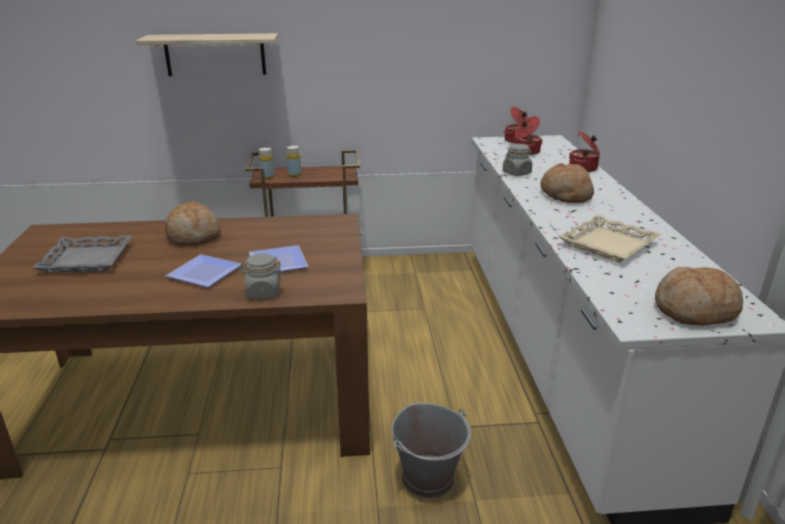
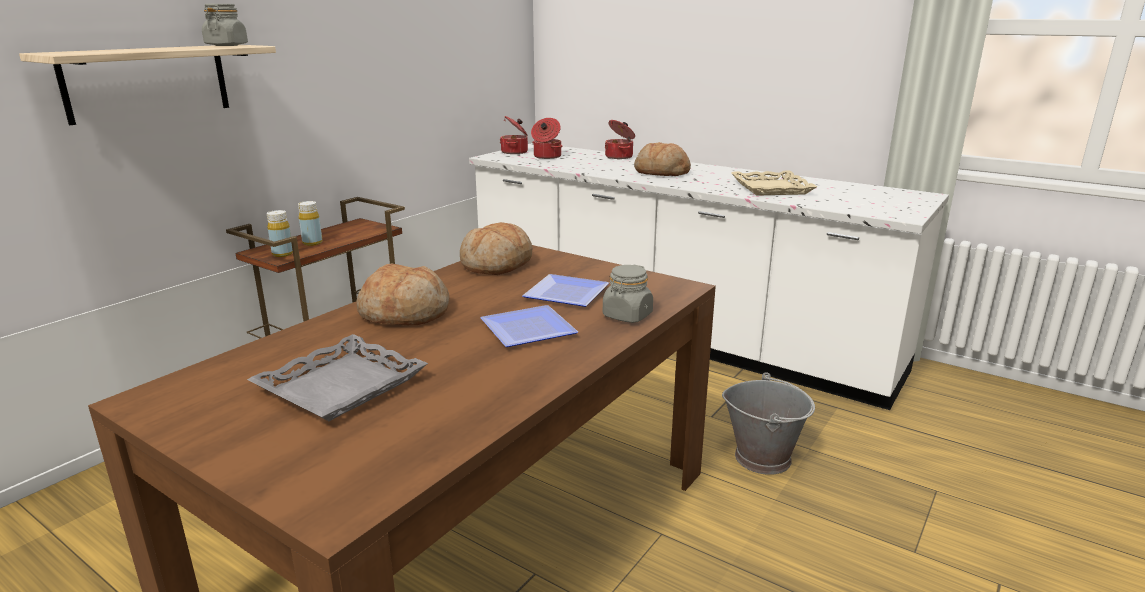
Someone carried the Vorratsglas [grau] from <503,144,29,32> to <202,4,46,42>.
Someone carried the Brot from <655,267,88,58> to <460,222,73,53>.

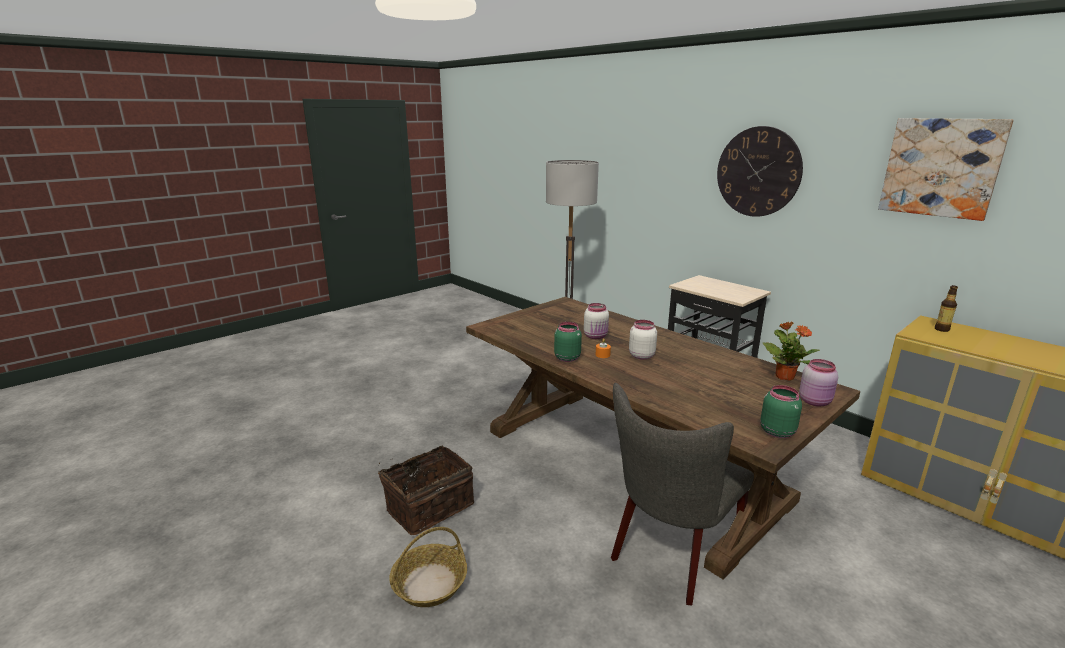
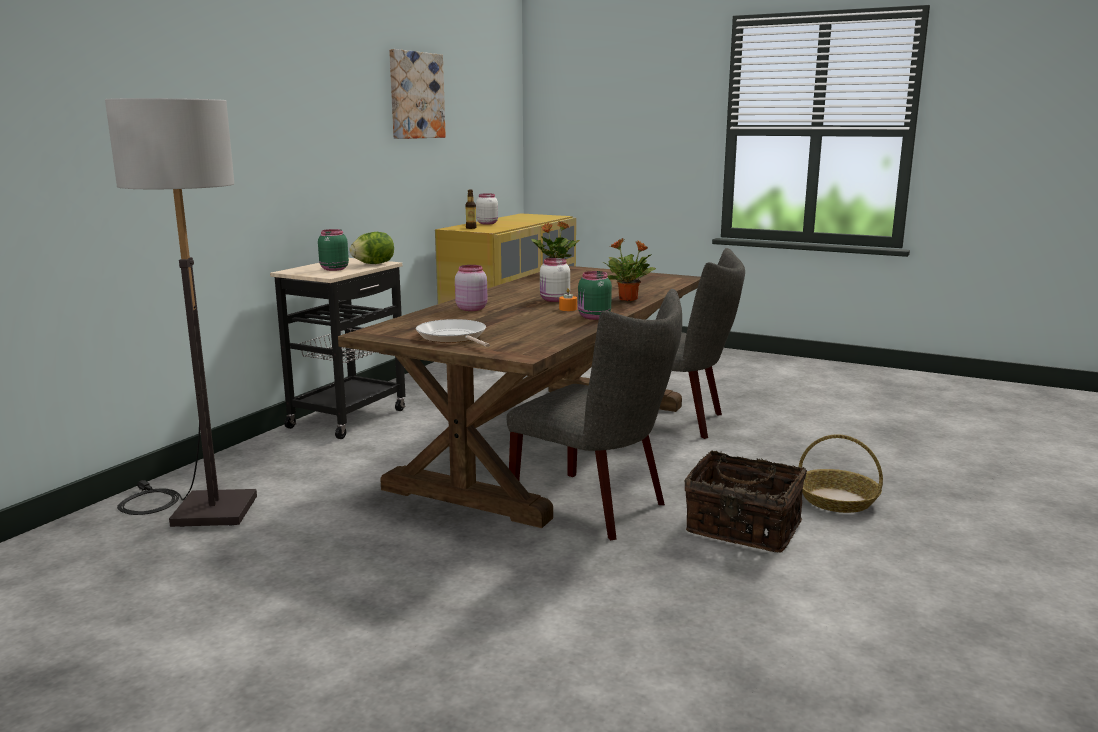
Someone took away the Wanduhr at <717,126,86,91>.
Someone put down the Salatkopf at <349,232,45,32>.
Someone put down the Pfanne at <416,319,74,28>.
Someone put down the Stuhl [grau] at <507,289,175,251>.
Someone put down the Topfpflanze at <603,238,53,63>.
Someone carried the Vorratsglas [weiß] from <584,303,25,36> to <476,194,22,30>.
Someone carried the Vorratsglas [grün] from <760,385,42,53> to <318,229,31,42>.
Someone carried the Vorratsglas [rosa] from <799,359,39,48> to <455,265,32,46>.

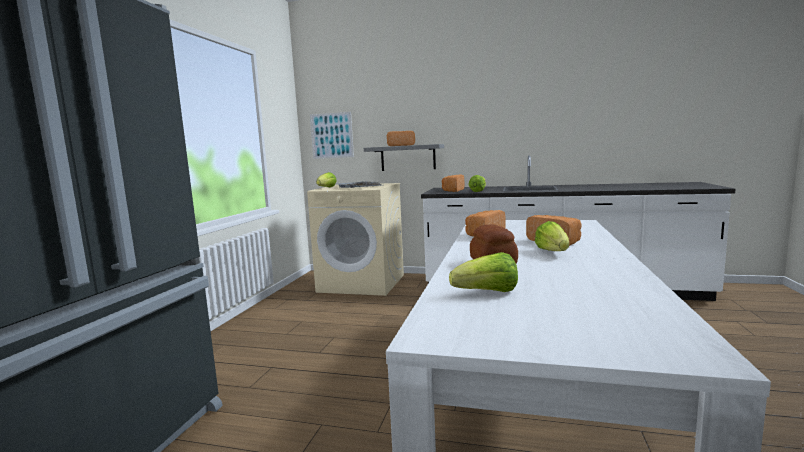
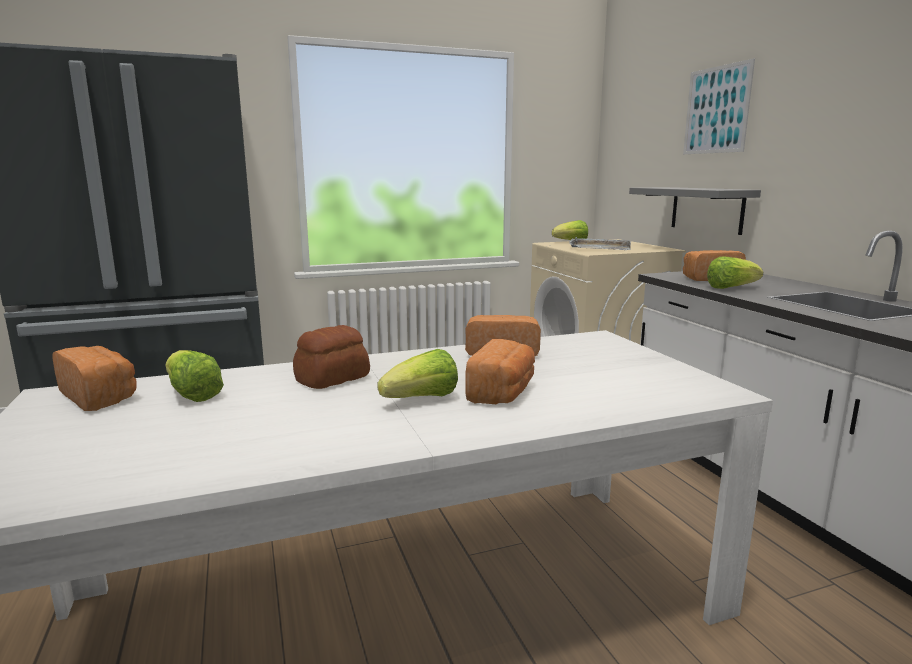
Someone carried the Bild from <310,112,44,47> to <683,58,72,96>.
Someone carried the Brot from <387,131,28,15> to <52,346,85,65>.

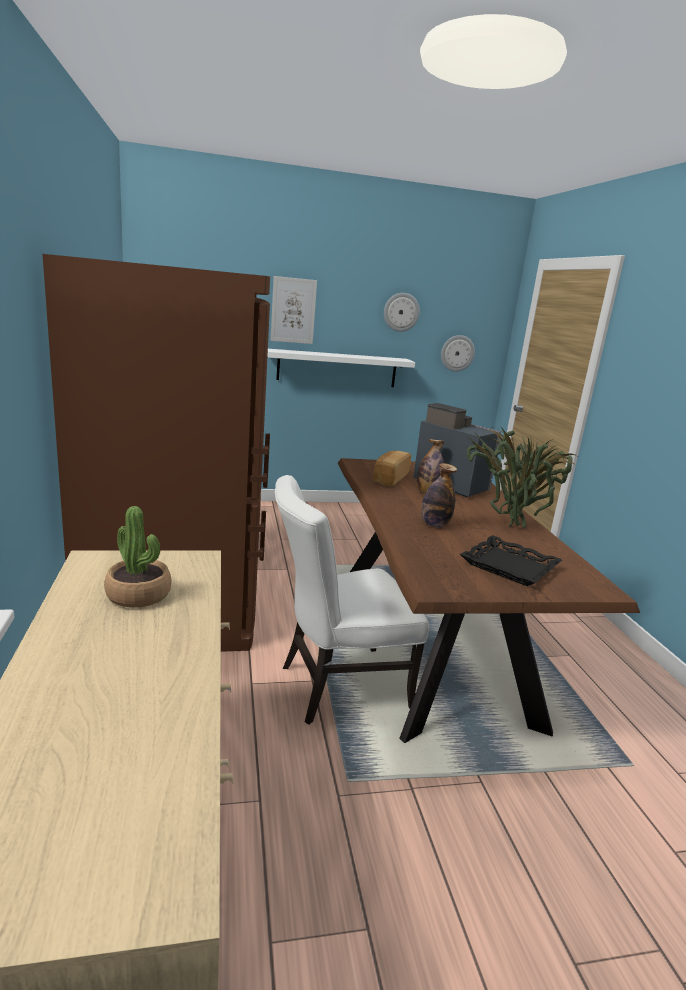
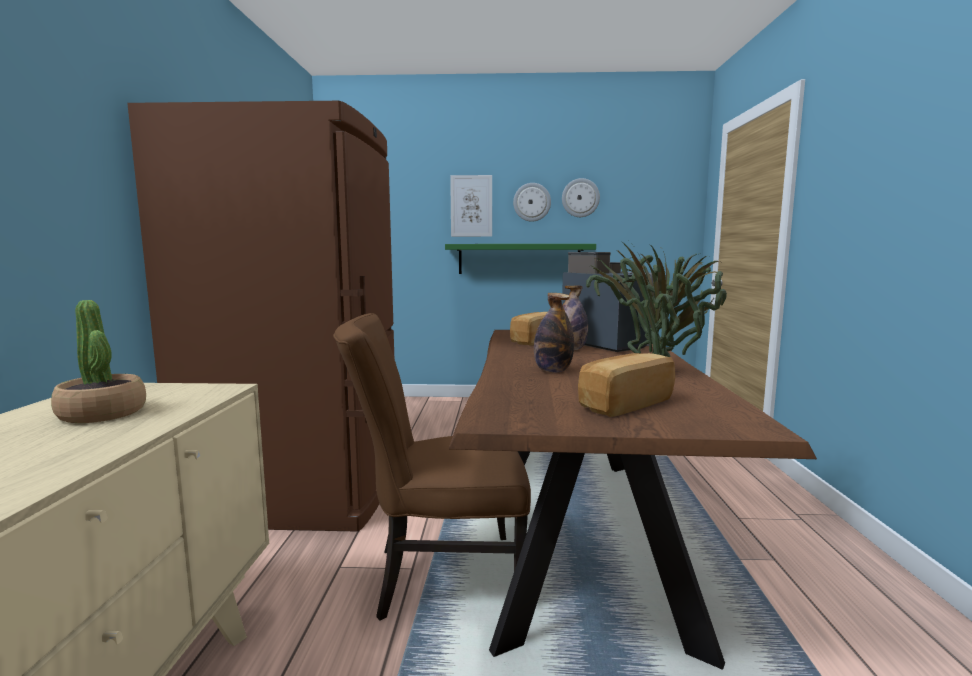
Someone carried the Wanduhr from <441,335,34,37> to <513,183,38,39>.
Someone swapped the Tablett [schwarz] at <460,535,102,51> for the Brot at <578,353,97,64>.
Someone repainted the Wandregal [weiß] at <268,349,147,38>, which became the Wandregal [grün] at <445,244,151,30>.
Someone repainted the Stuhl [weiß] at <275,475,154,250>, which became the Stuhl [braun] at <333,313,198,308>.

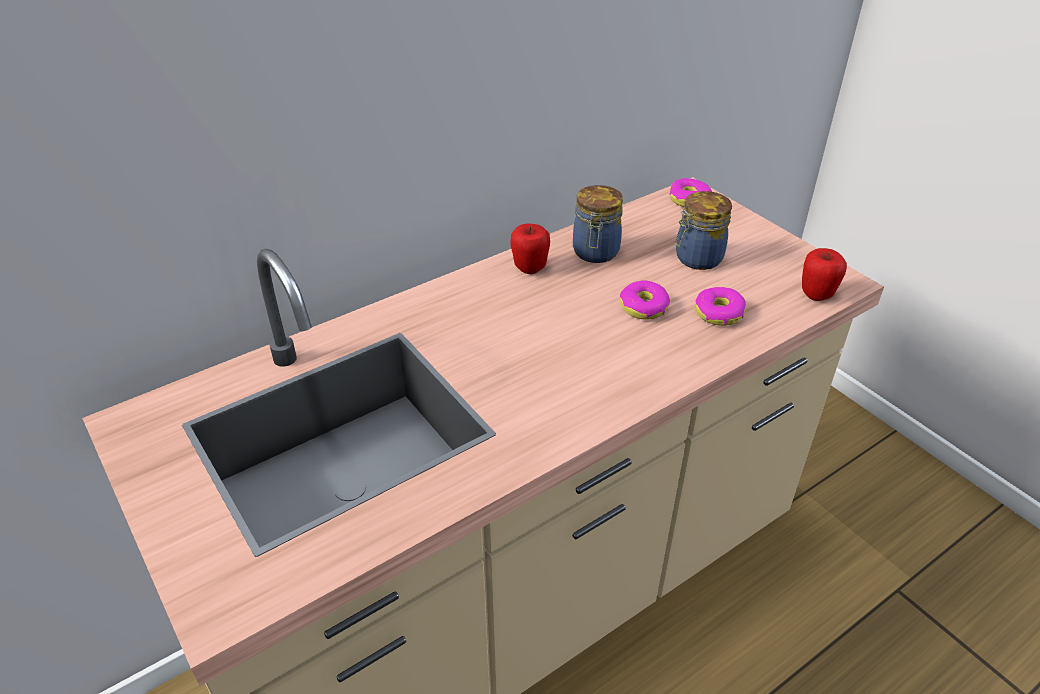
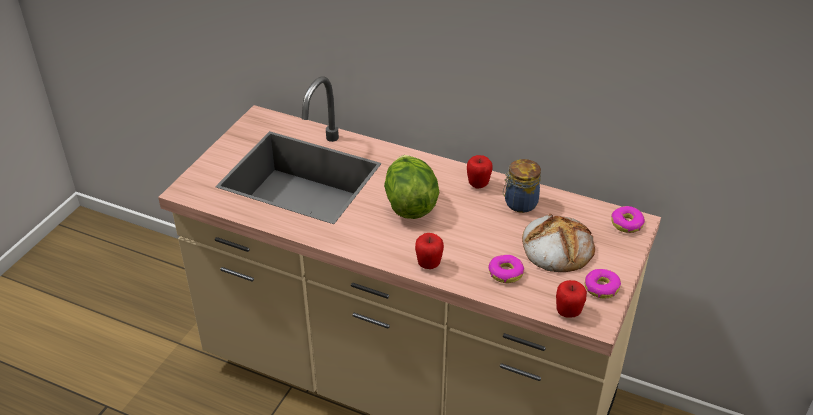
Someone put down the Salatkopf at <384,155,55,64>.
Someone put down the Apfel at <415,233,29,36>.
Someone carried the Donut from <620,280,50,40> to <584,269,37,30>.
Someone swapped the Vorratsglas at <675,191,57,79> for the Brot at <522,213,73,59>.

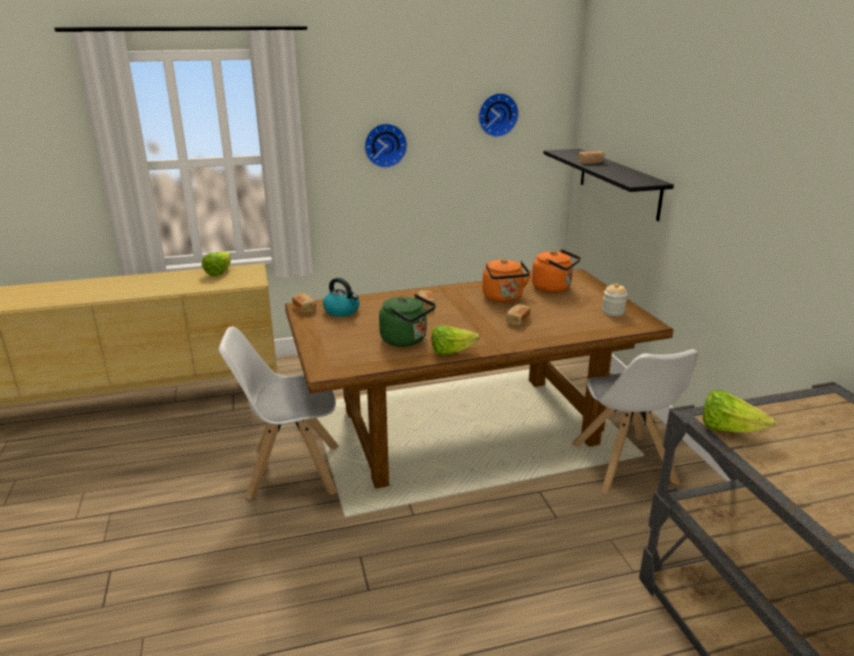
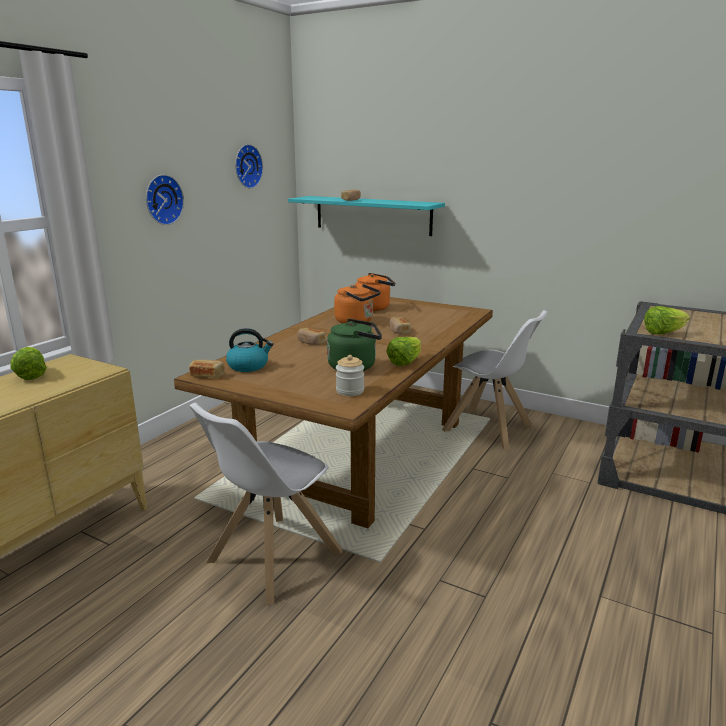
Someone carried the Vorratsglas from <602,283,26,33> to <336,355,28,41>.
Someone repainted the Wandregal [schwarz] at <543,149,131,72>, which became the Wandregal [türkis] at <288,196,157,40>.

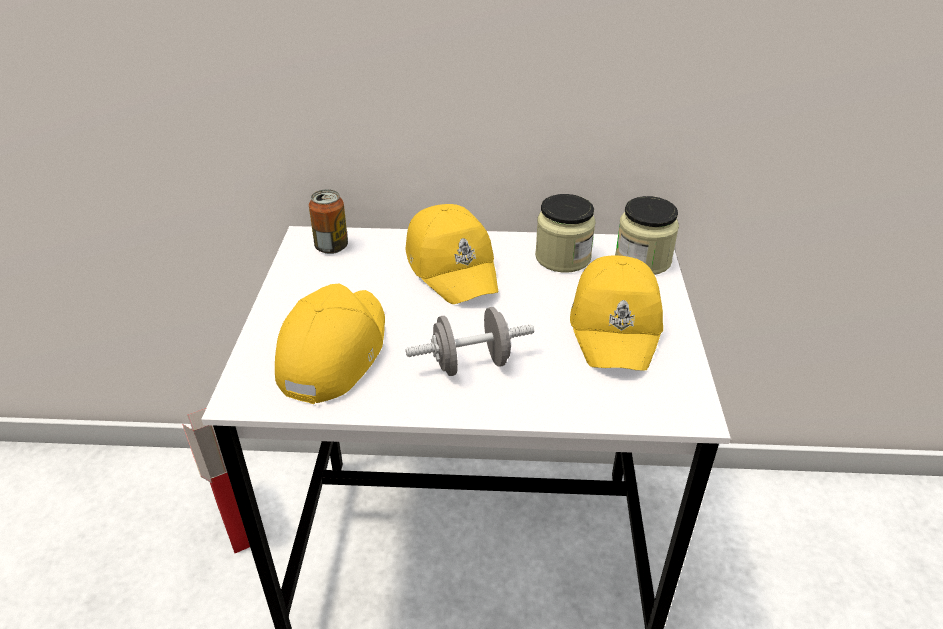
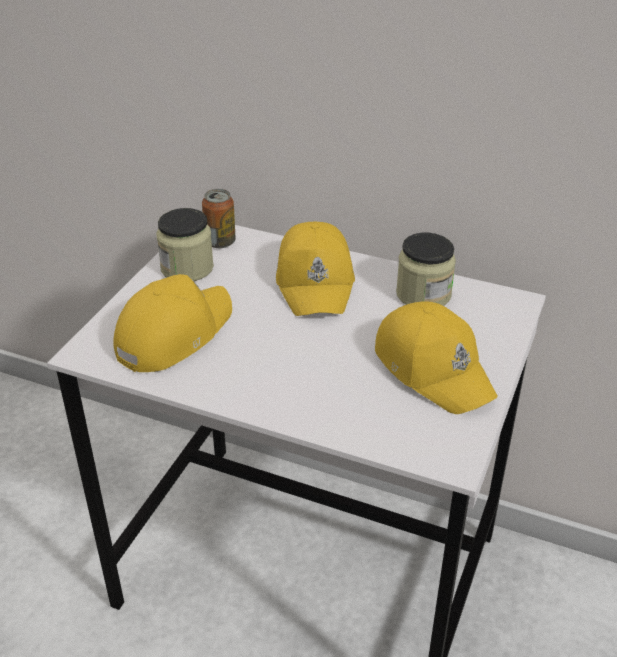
Someone took away the Karton at <182,408,68,145>.
Someone took away the Hantel [grau] at <406,307,128,69>.
Someone carried the Vorratsglas from <615,196,64,79> to <156,208,58,73>.
Someone rotated the Kappe [gelb] at <570,255,93,116> by 60 degrees counterclockwise.

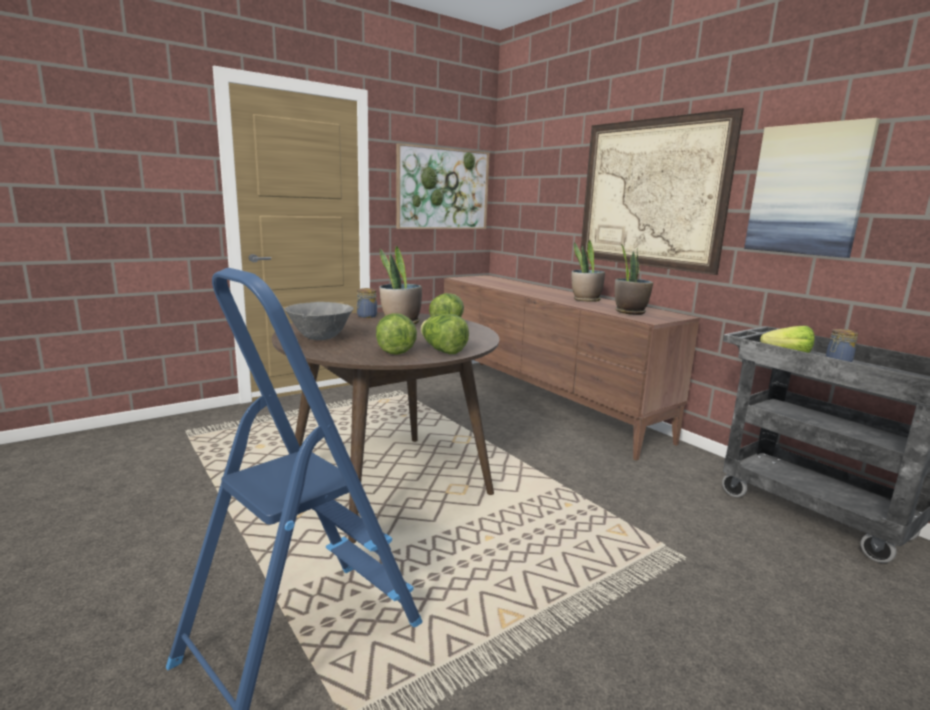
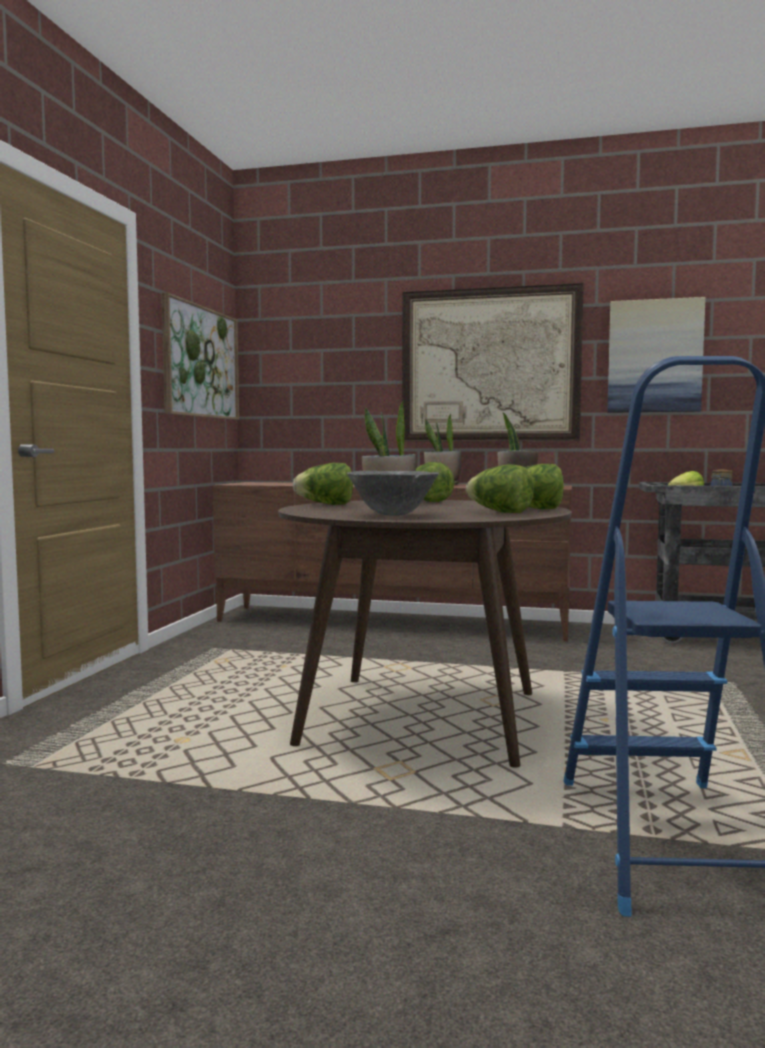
Someone swapped the Vorratsglas at <357,288,20,30> for the Salatkopf at <293,463,60,42>.

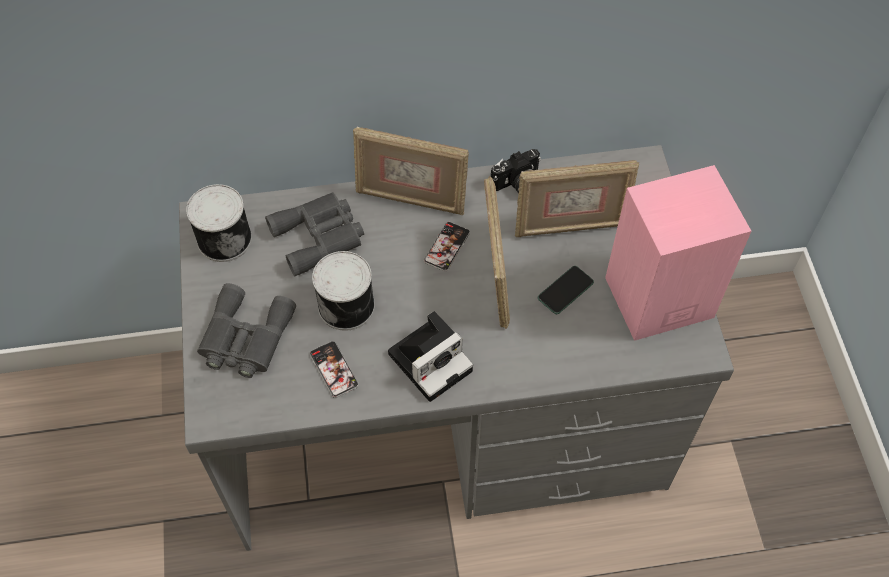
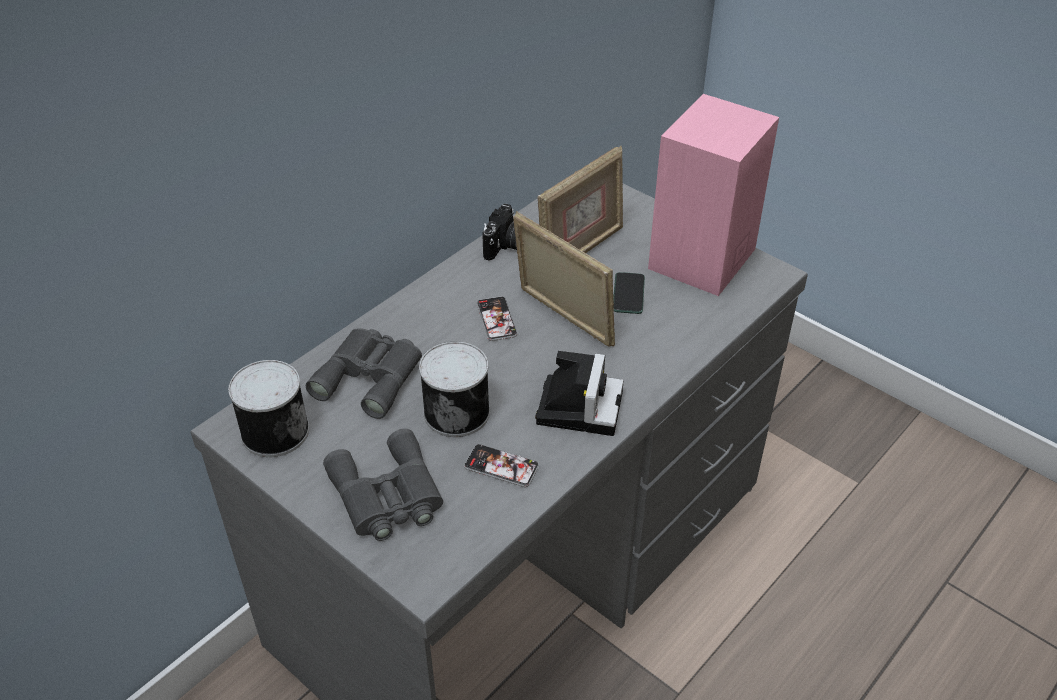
Someone took away the Bilderrahmen at <353,126,116,89>.

